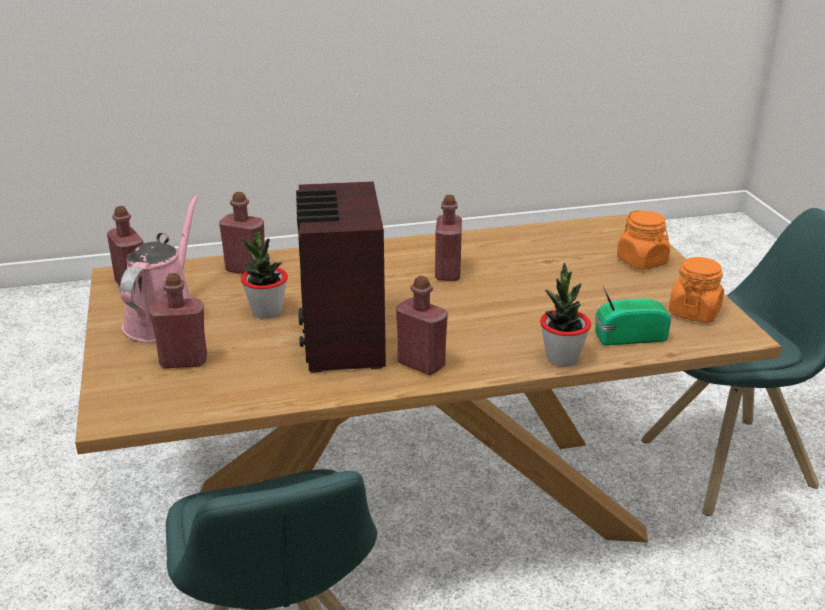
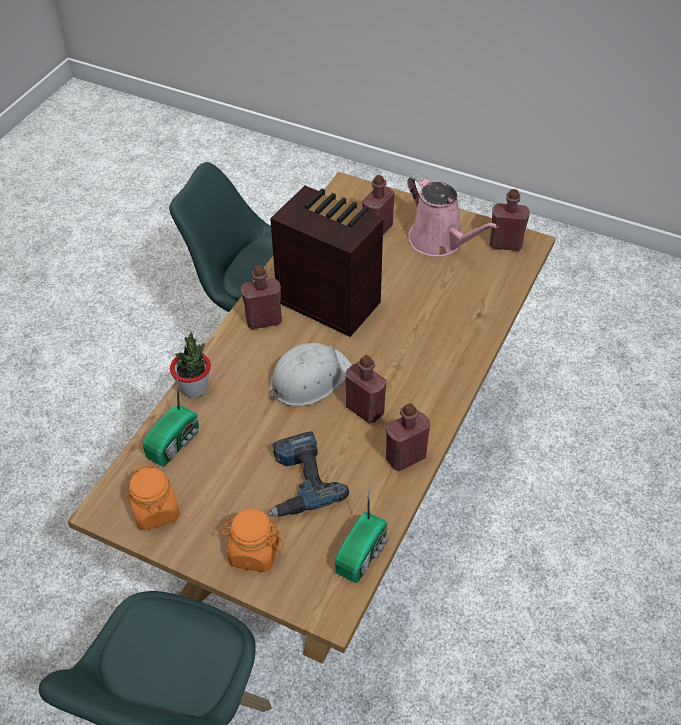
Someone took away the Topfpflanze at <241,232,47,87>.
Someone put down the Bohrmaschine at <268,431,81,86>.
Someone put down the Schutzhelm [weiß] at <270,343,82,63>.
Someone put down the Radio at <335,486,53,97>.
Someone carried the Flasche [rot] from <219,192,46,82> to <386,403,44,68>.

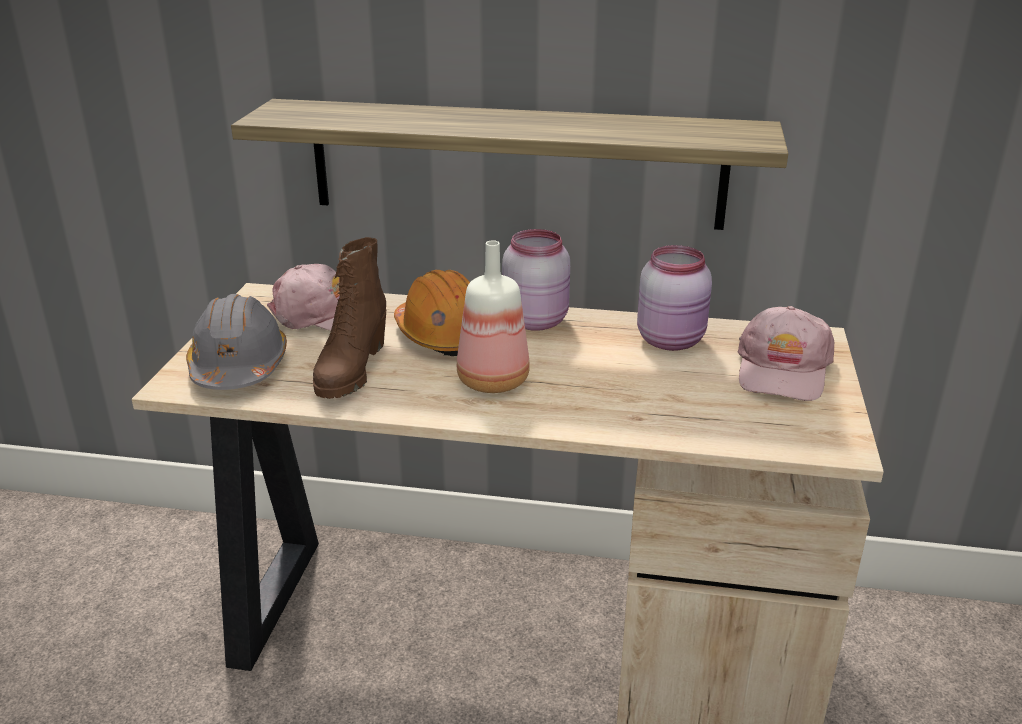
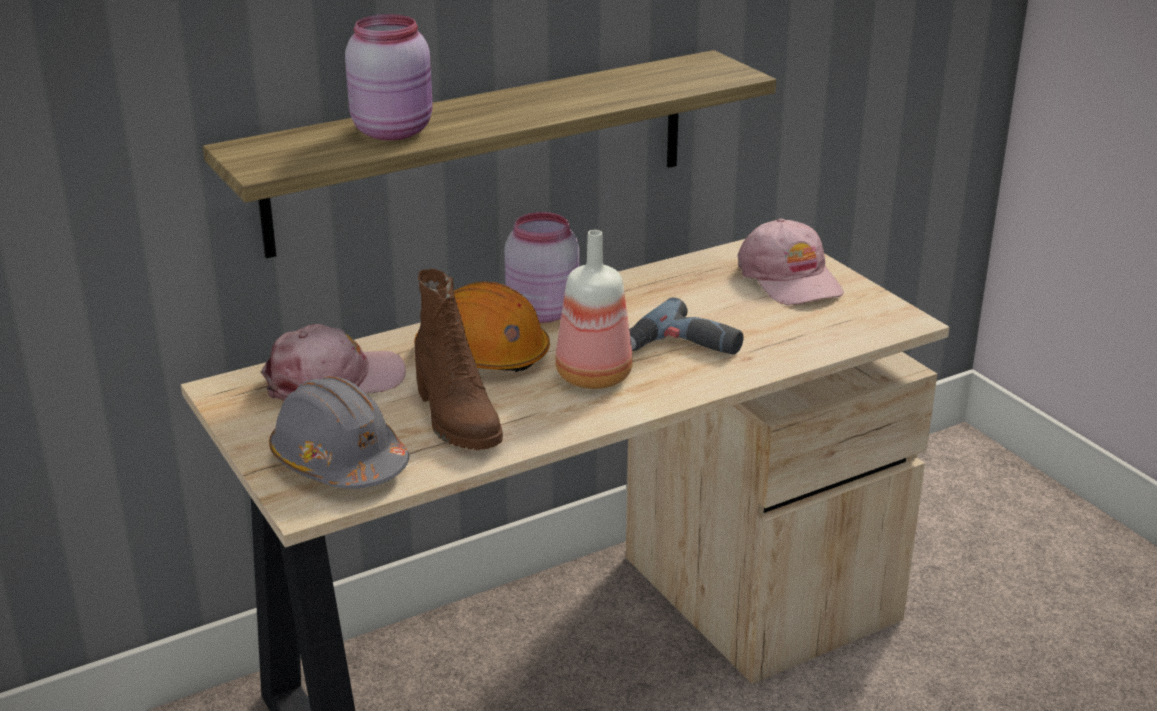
Someone put down the Bohrmaschine at <629,297,114,58>.
Someone carried the Vorratsglas [rosa] from <637,245,75,106> to <345,14,88,126>.

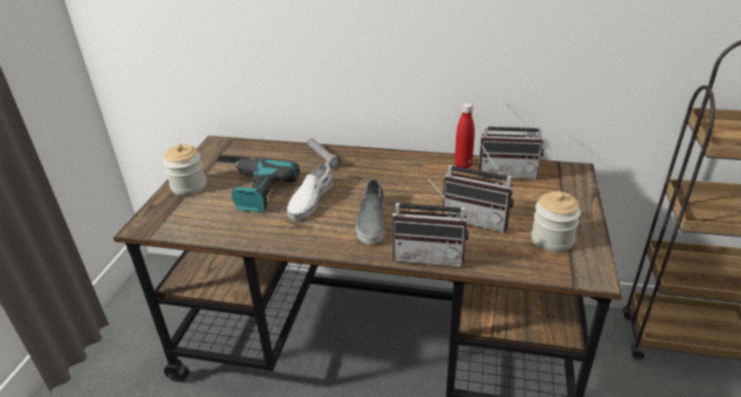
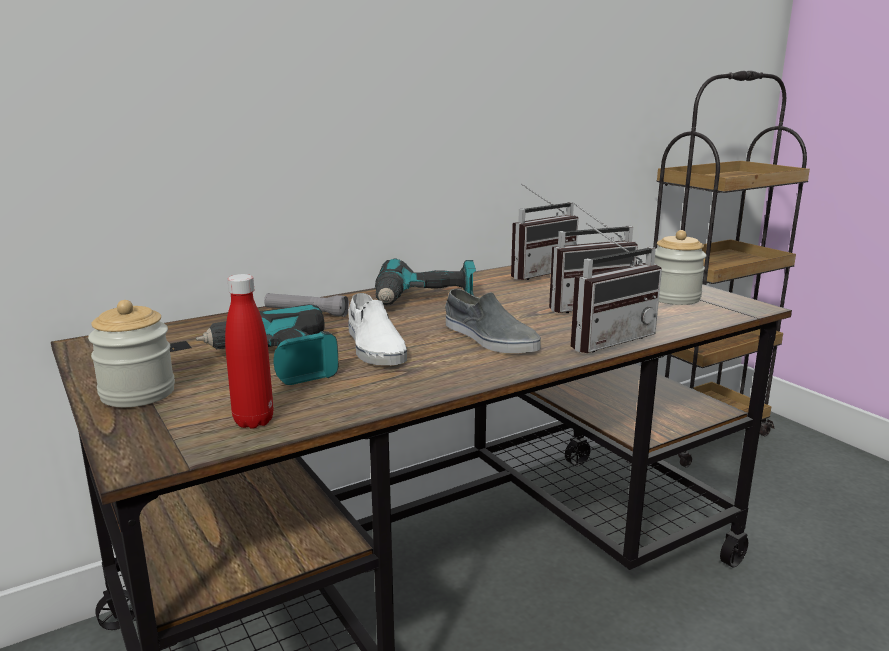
Someone put down the Bohrmaschine at <375,258,101,47>.
Someone carried the Flasche [rot] from <455,103,20,65> to <225,274,48,155>.

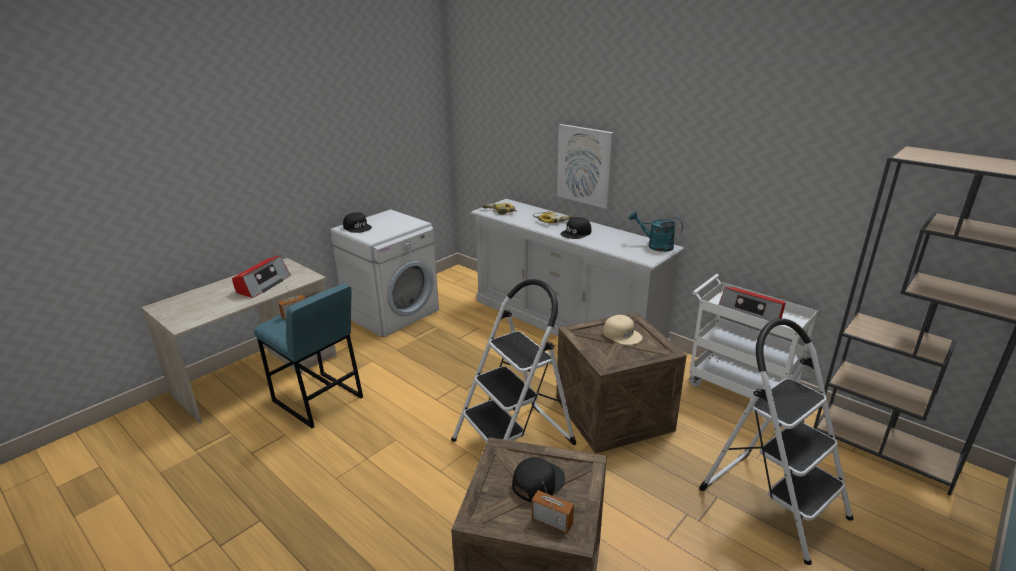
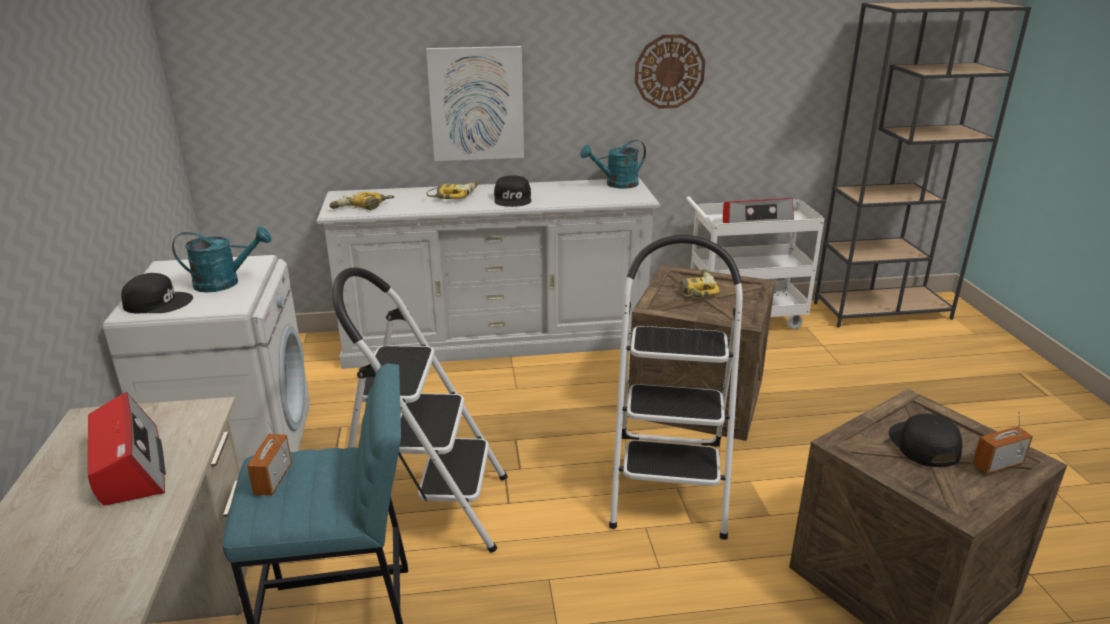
Someone put down the Gießkanne [türkis] at <172,226,99,66>.
Someone put up the Wanduhr at <635,34,70,75>.
Someone carried the Trittleiter from <699,318,155,247> to <332,268,176,284>.
Someone swapped the Kappe [beige] at <603,315,39,30> for the Bohrmaschine at <679,269,41,28>.

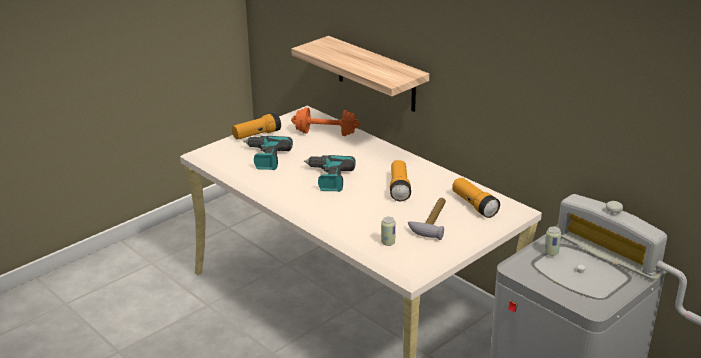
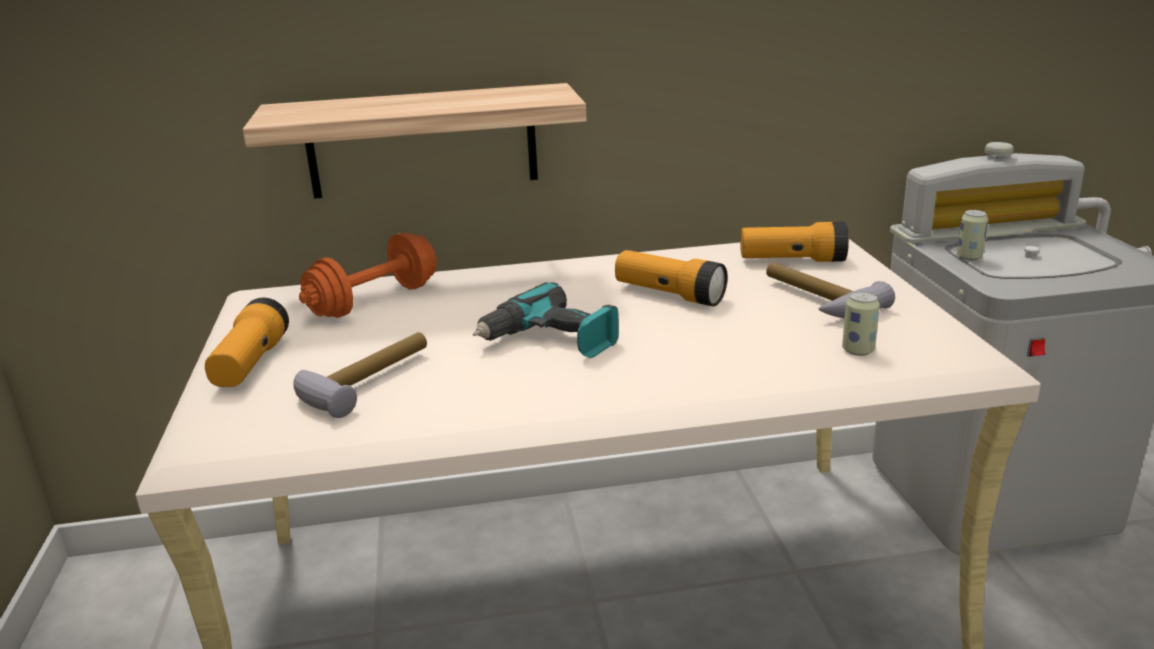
Someone swapped the Bohrmaschine at <243,136,50,34> for the Hammer at <294,332,133,86>.

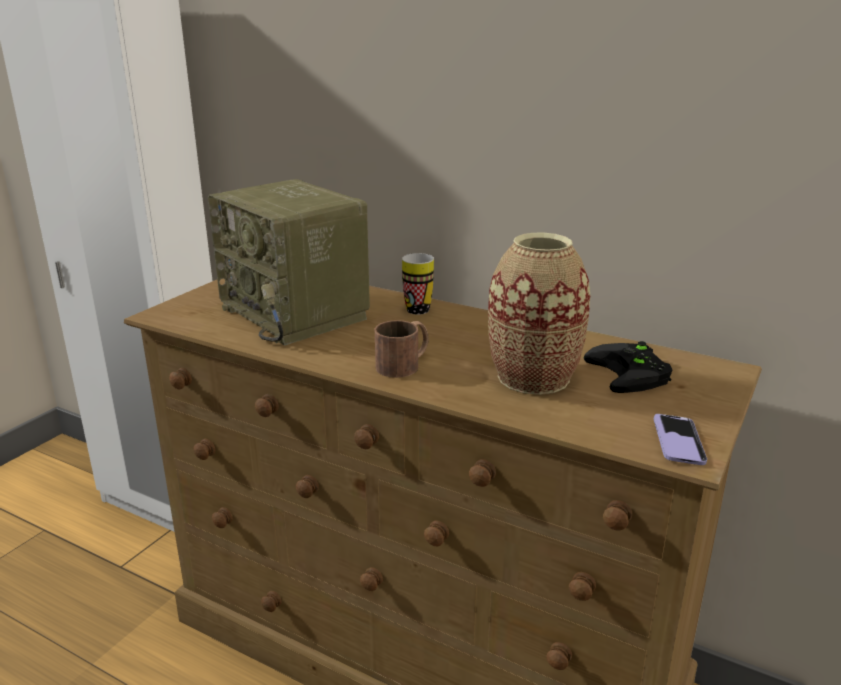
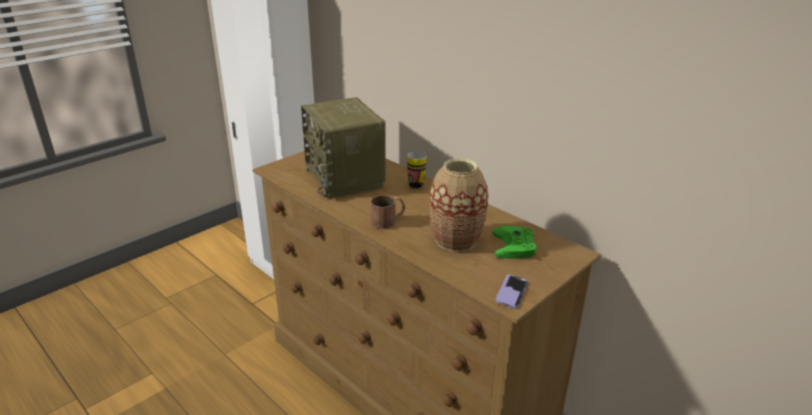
Someone repainted the Gamepad [schwarz] at <583,341,89,52>, which became the Gamepad [grün] at <492,226,45,33>.

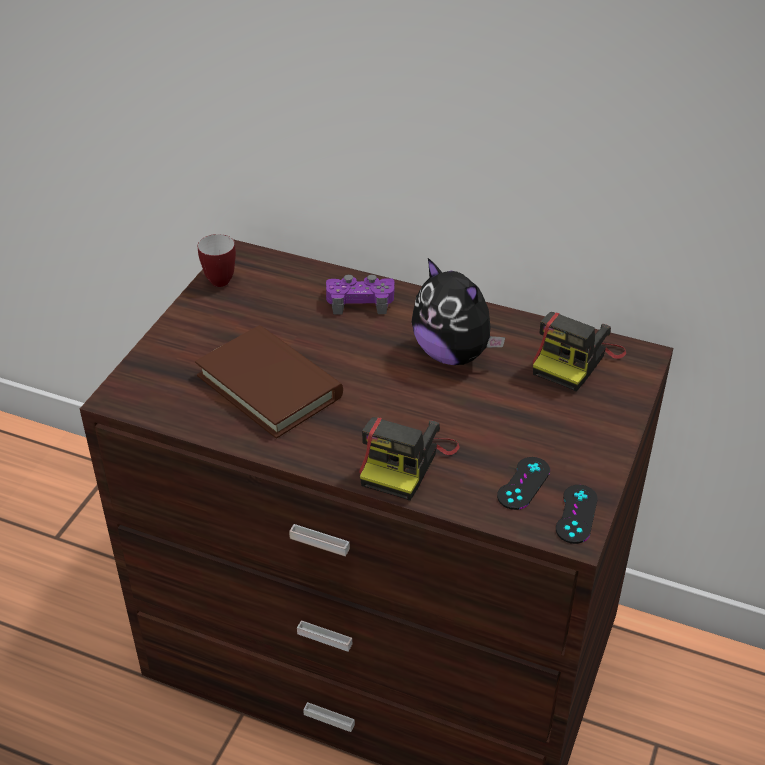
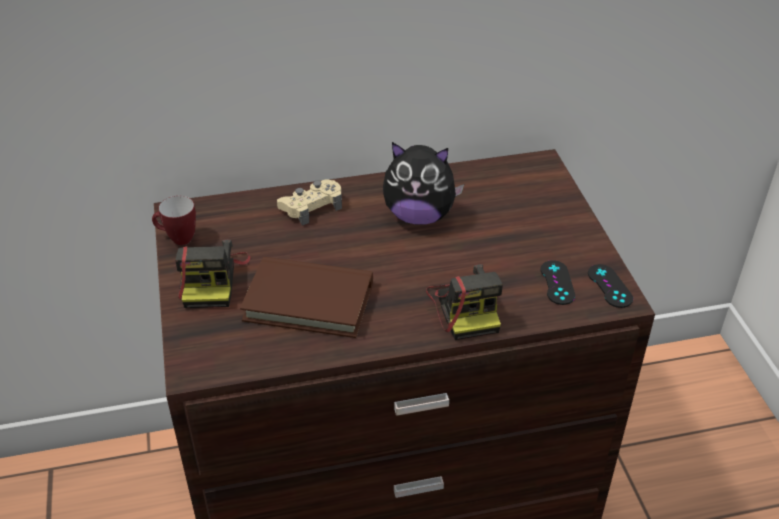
Someone carried the Kamera from <532,312,95,80> to <175,240,76,68>.
Someone repainted the Gamepad [lila] at <326,274,68,40>, which became the Gamepad [beige] at <277,179,65,47>.

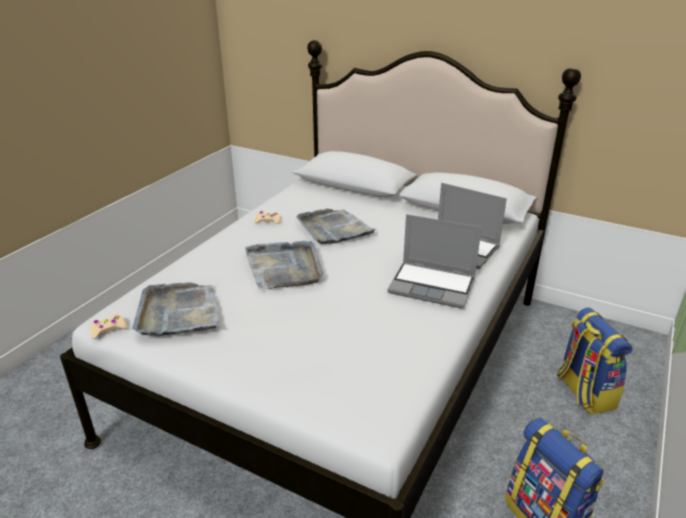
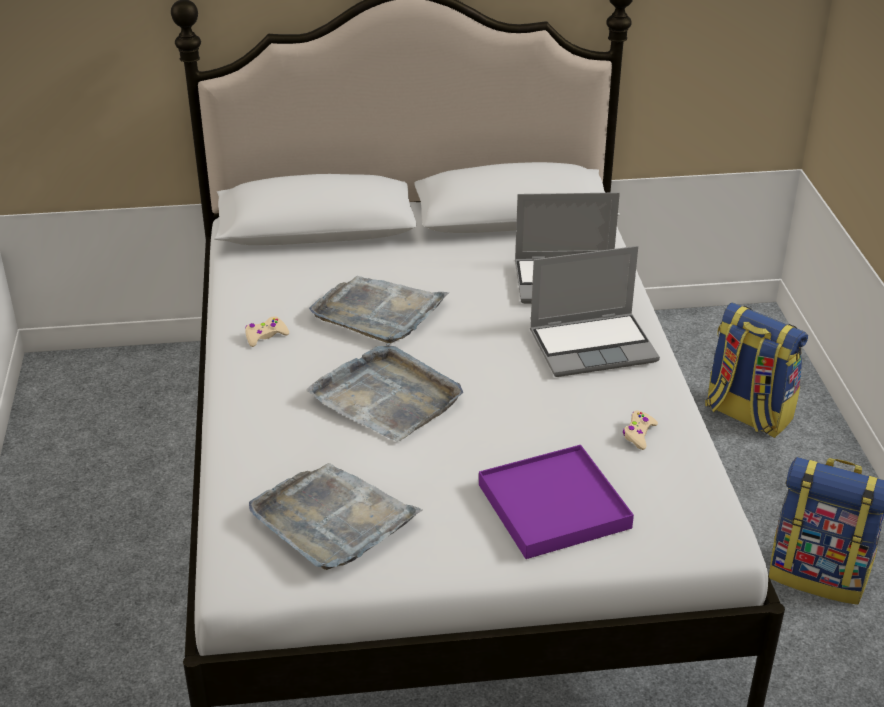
Someone put down the Tablett [lila] at <479,445,155,114>.
Someone carried the Gamepad [beige] from <90,314,37,25> to <623,410,35,40>.

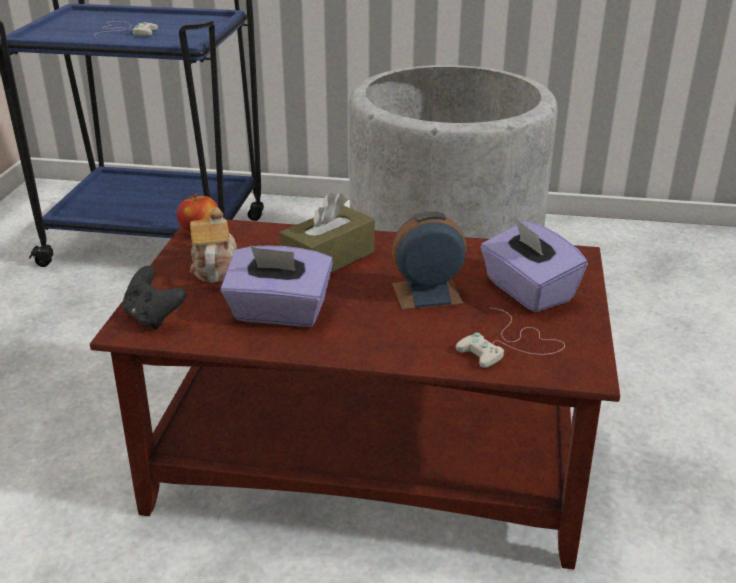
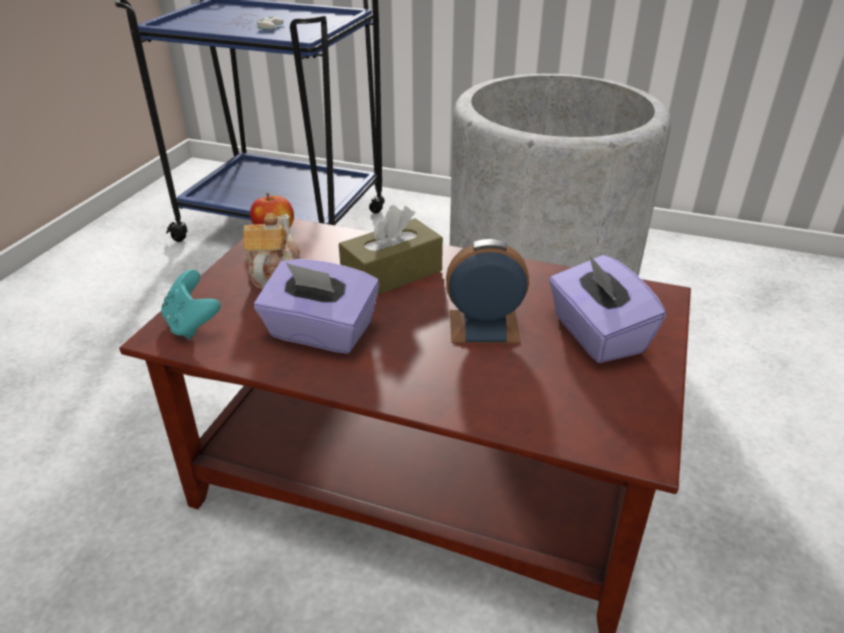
Someone took away the Gamepad [weiß] at <456,308,109,60>.
Someone repainted the Gamepad [schwarz] at <122,266,65,64>, which became the Gamepad [türkis] at <161,270,60,69>.

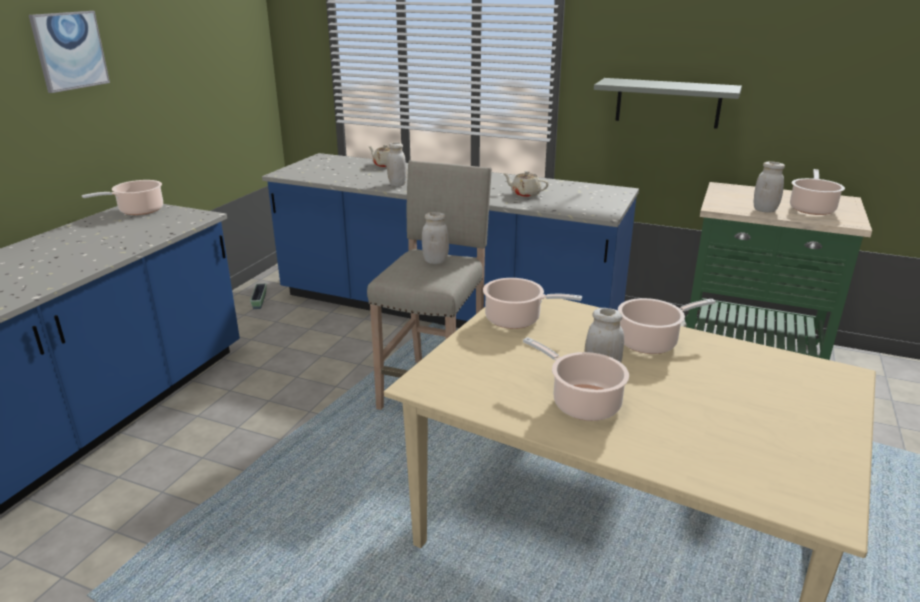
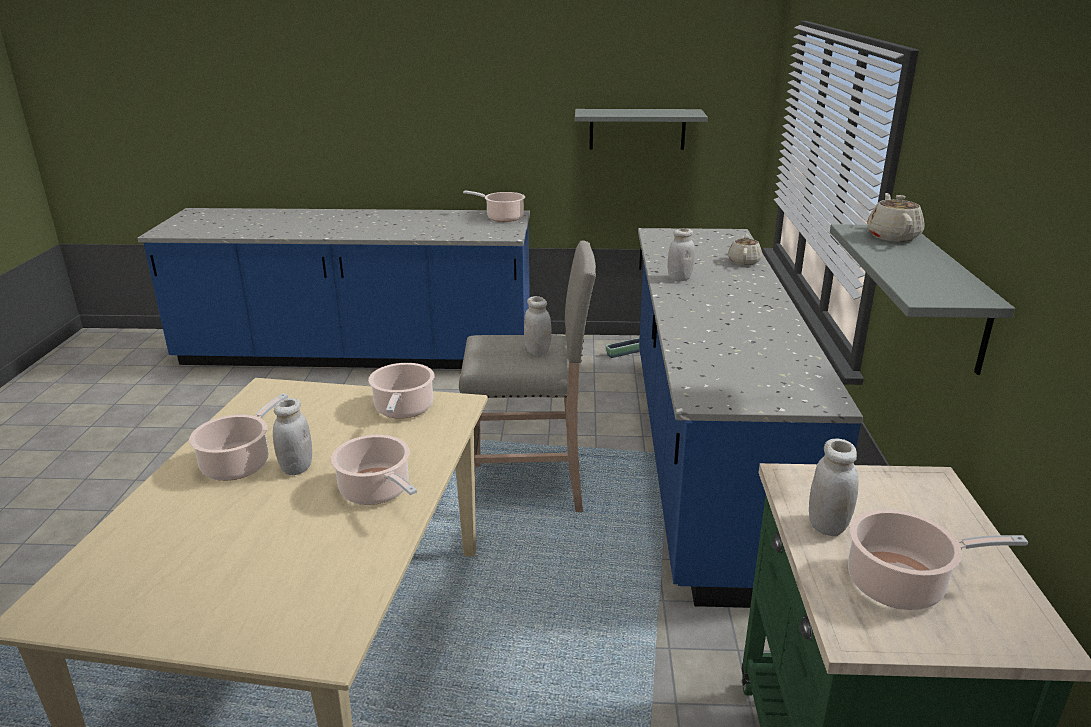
Someone took away the Bild at <29,11,81,82>.
Someone put up the Wandregal [grau] at <575,109,133,41>.
Someone carried the Teekanne [beige] from <503,171,46,26> to <867,193,58,49>.

